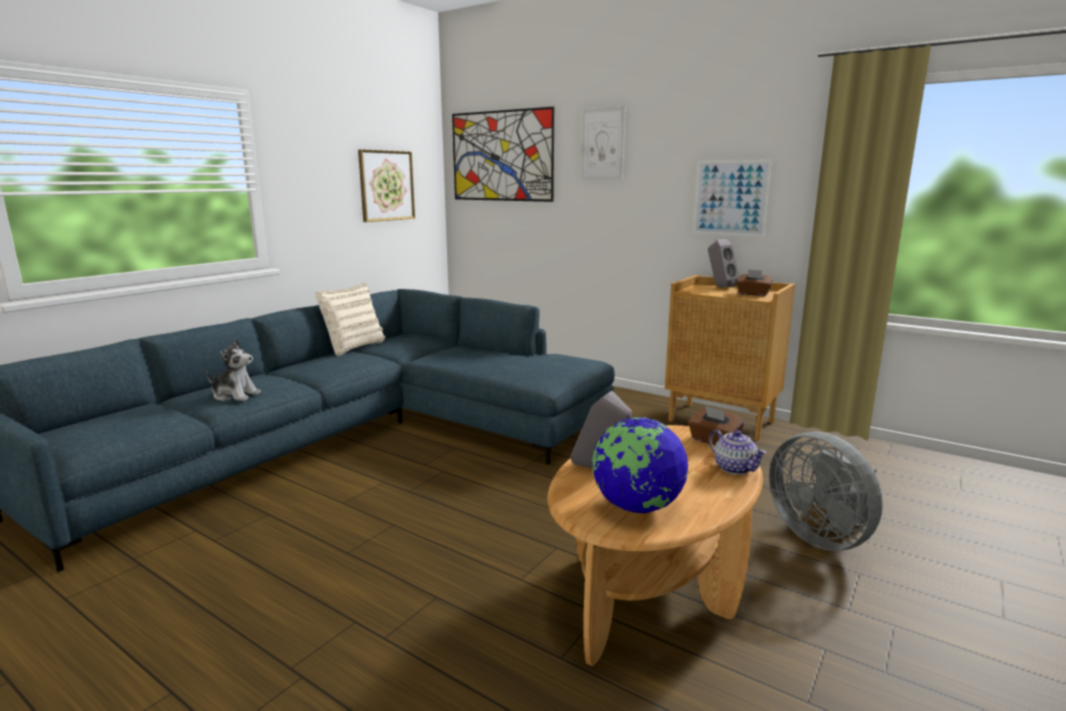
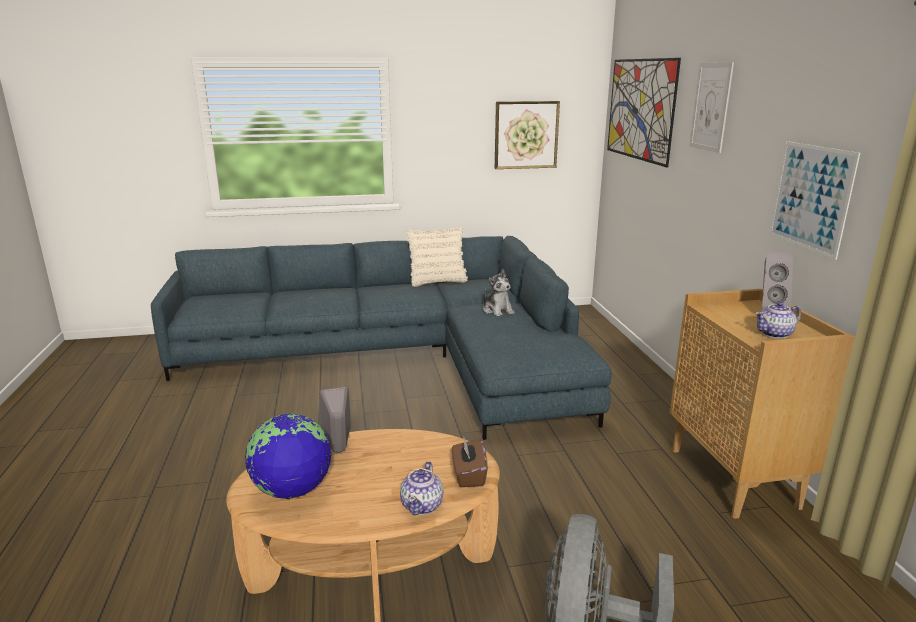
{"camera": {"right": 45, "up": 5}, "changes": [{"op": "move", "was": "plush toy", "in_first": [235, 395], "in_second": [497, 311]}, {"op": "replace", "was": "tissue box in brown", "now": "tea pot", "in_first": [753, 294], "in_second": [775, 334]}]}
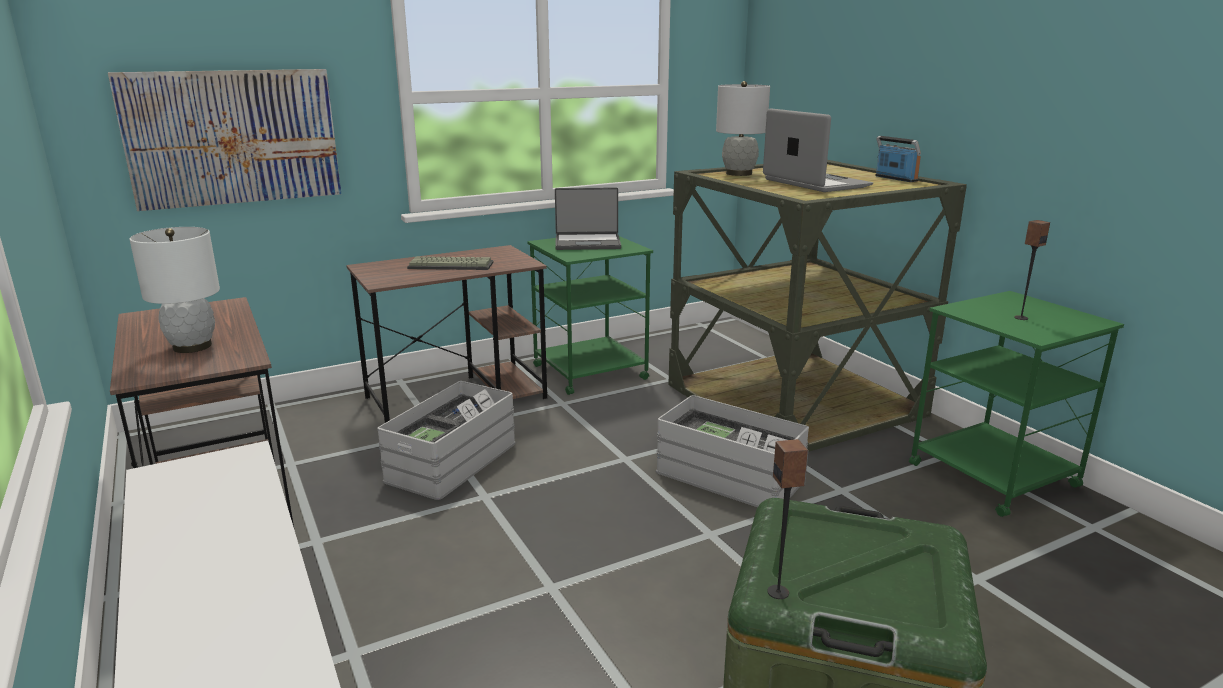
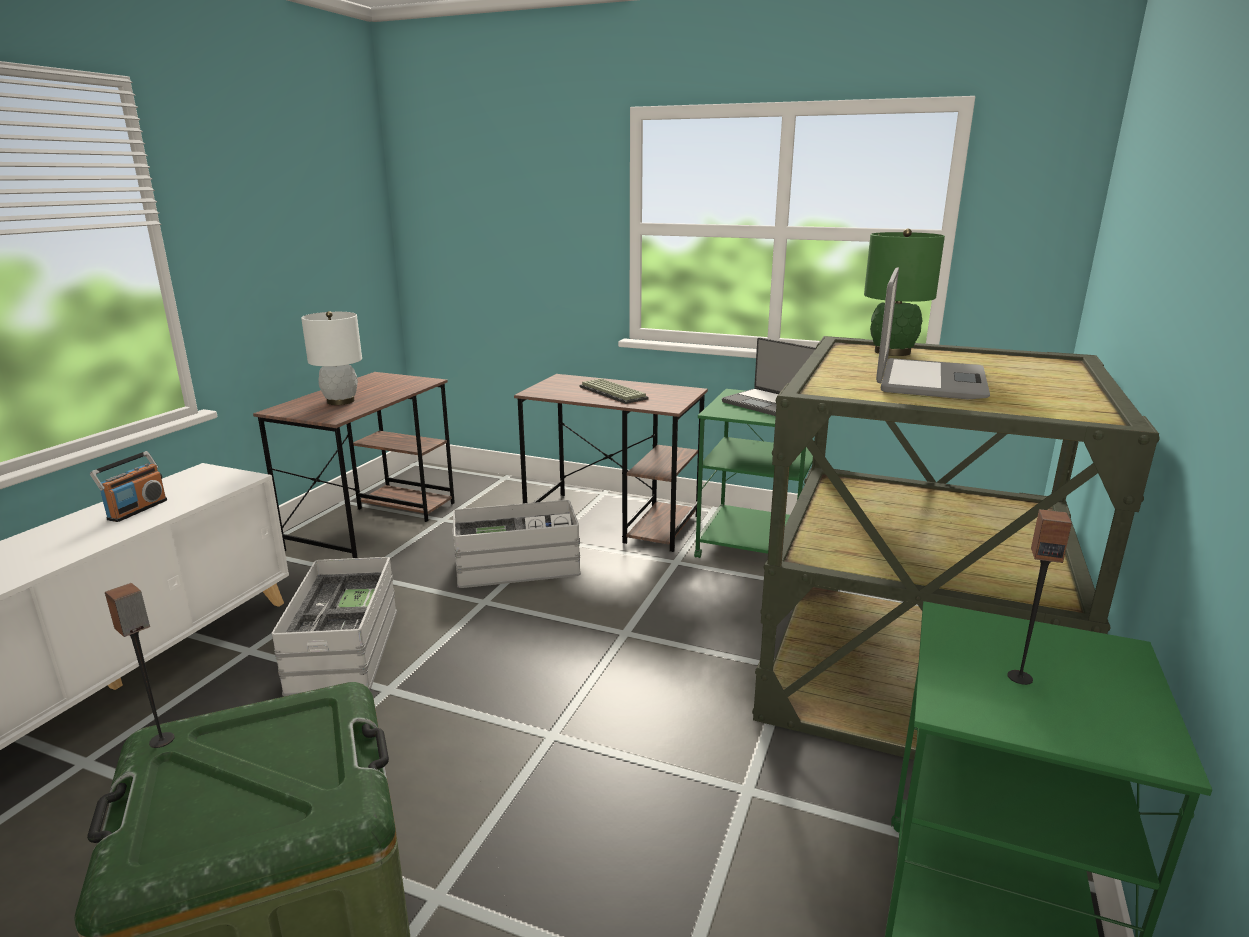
{"camera": {"right": 50, "up": 0}, "changes": [{"op": "move", "was": "radio receiver", "in_first": [895, 179], "in_second": [137, 510]}, {"op": "move", "was": "storage box in greyish", "in_first": [730, 475], "in_second": [346, 649]}, {"op": "recolor", "was": "lamp for a table in white-coloured", "now": "lamp for a table in green", "in_first": [739, 173], "in_second": [892, 352]}, {"op": "delete", "was": "wall picture", "in_first": [233, 137]}]}
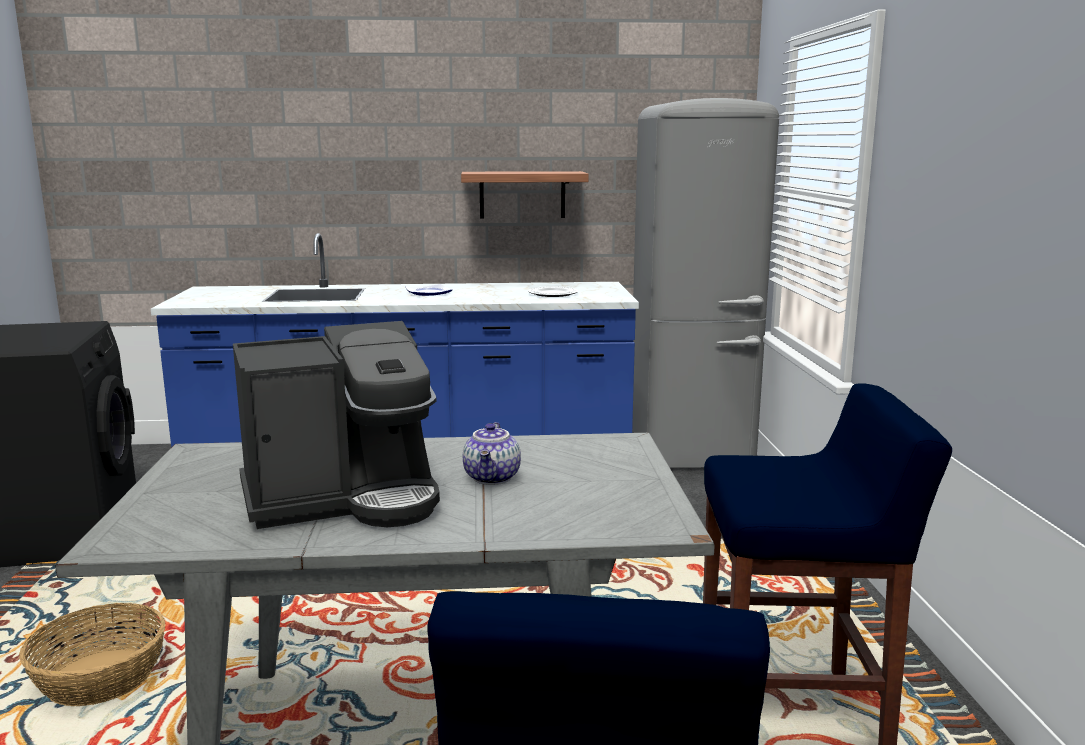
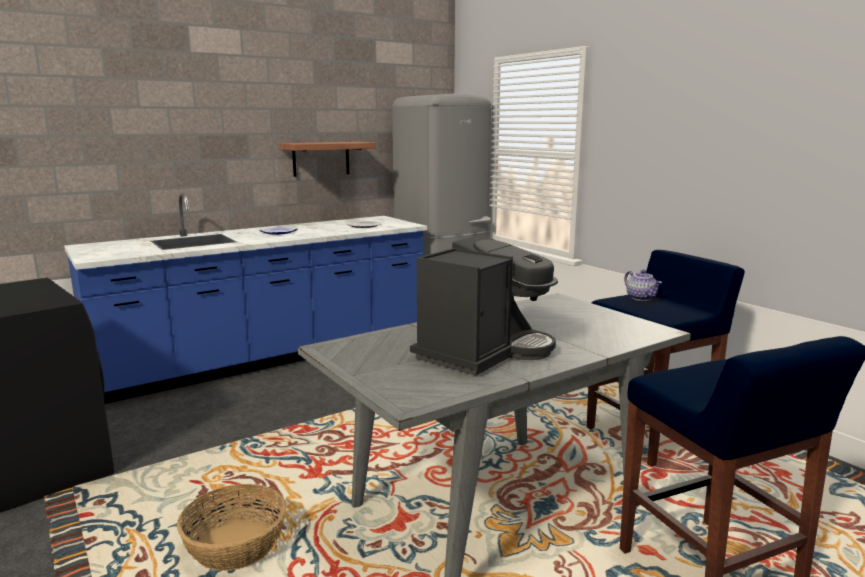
{"camera": {"right": -30, "up": 0}, "changes": [{"op": "move", "was": "tea pot", "in_first": [493, 478], "in_second": [641, 298]}]}
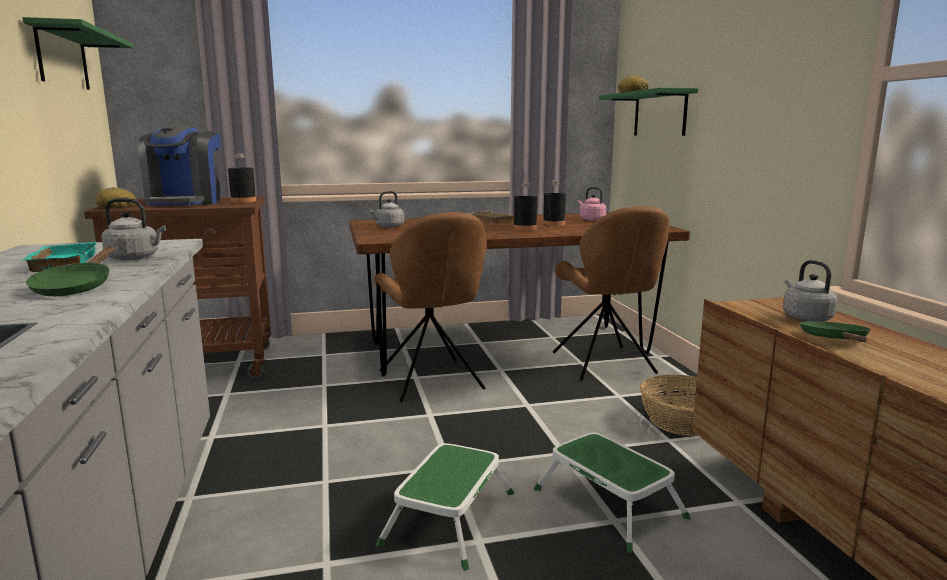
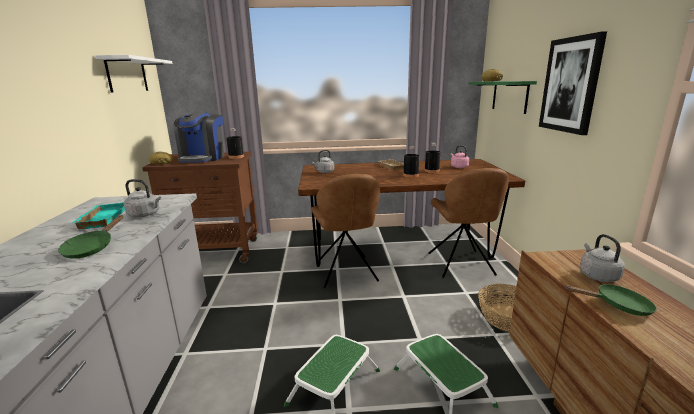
{"camera": {"right": 10, "up": 5}, "changes": [{"op": "recolor", "was": "wall shelf in green", "now": "wall shelf in white-coloured", "in_first": [62, 58], "in_second": [127, 75]}, {"op": "insert", "now": "wall picture", "in_second": [570, 85]}, {"op": "rotate", "was": "pan in green", "in_first": [835, 340], "in_second": [617, 305], "clockwise": 75}]}
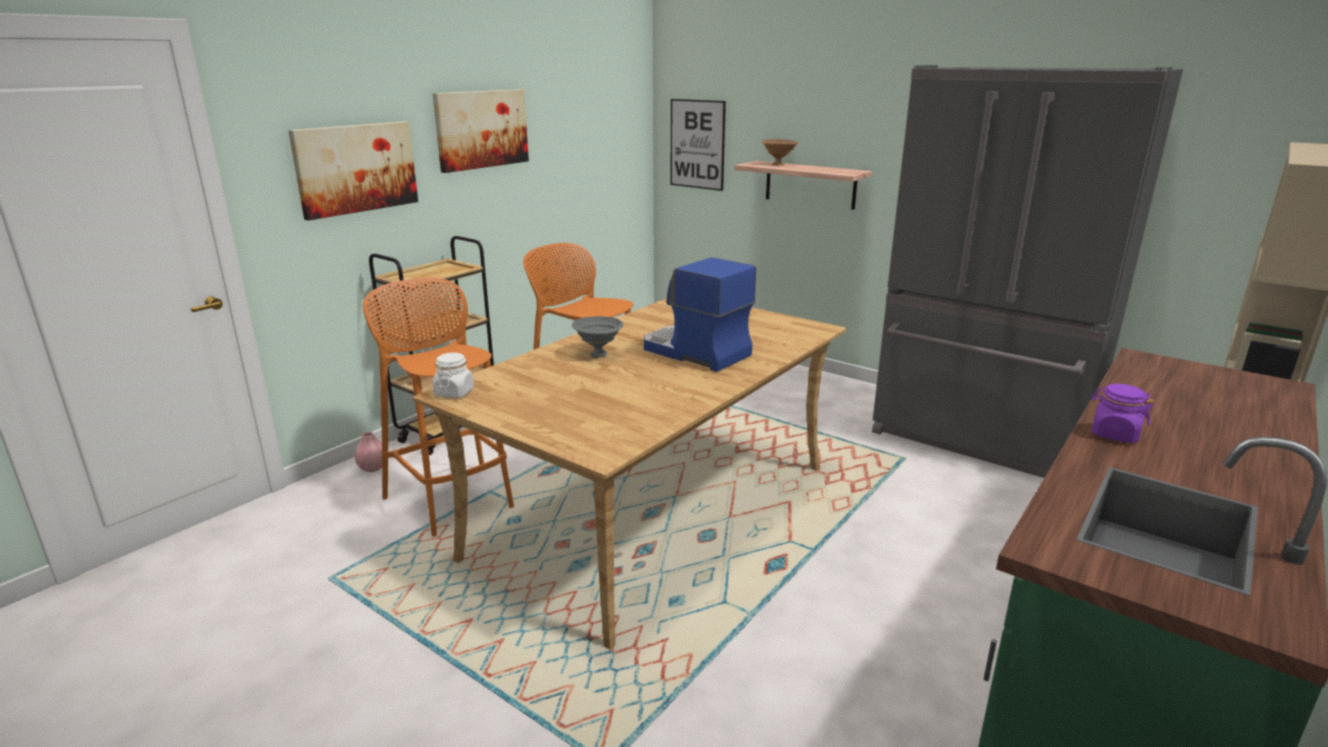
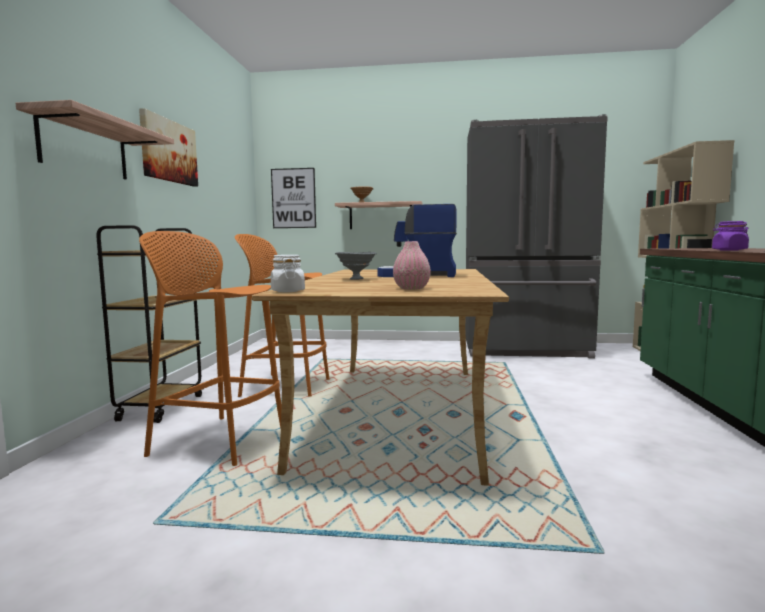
{"camera": {"right": -30, "up": -15}, "changes": [{"op": "replace", "was": "wall picture", "now": "wall shelf", "in_first": [356, 168], "in_second": [84, 148]}, {"op": "move", "was": "decorative vase in pink-coloured", "in_first": [373, 468], "in_second": [411, 288]}]}
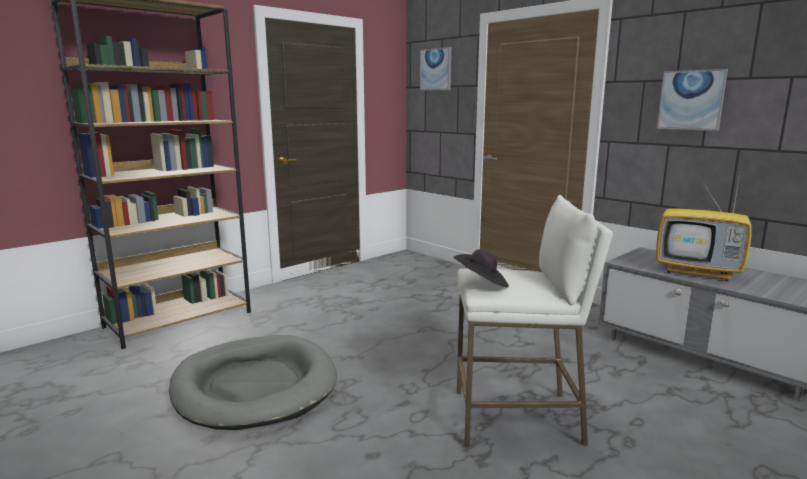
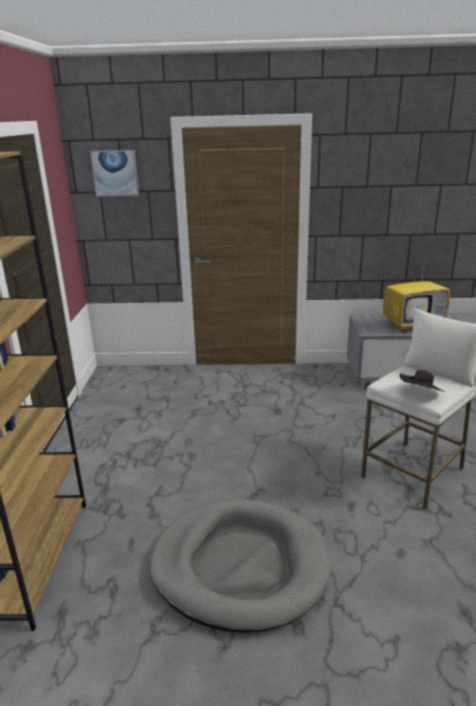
{"camera": {"right": -45, "up": 10}, "changes": [{"op": "delete", "was": "wall picture", "in_first": [691, 100]}]}
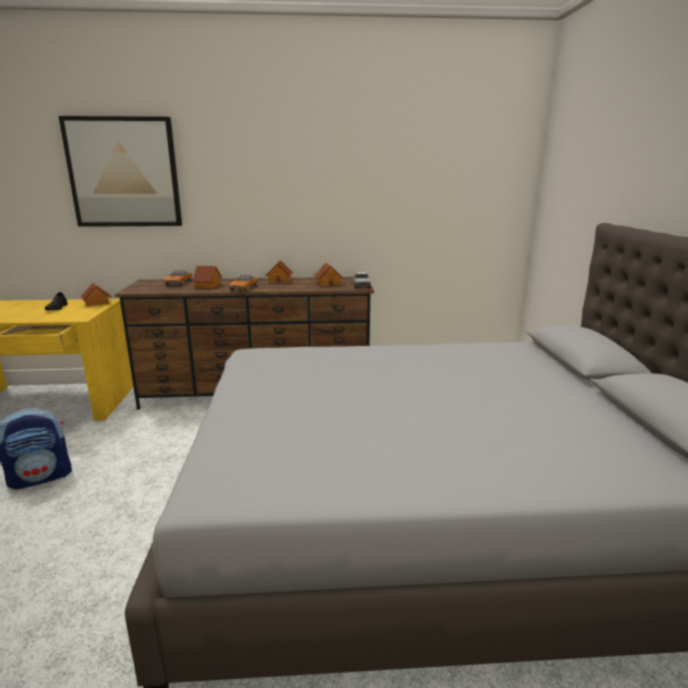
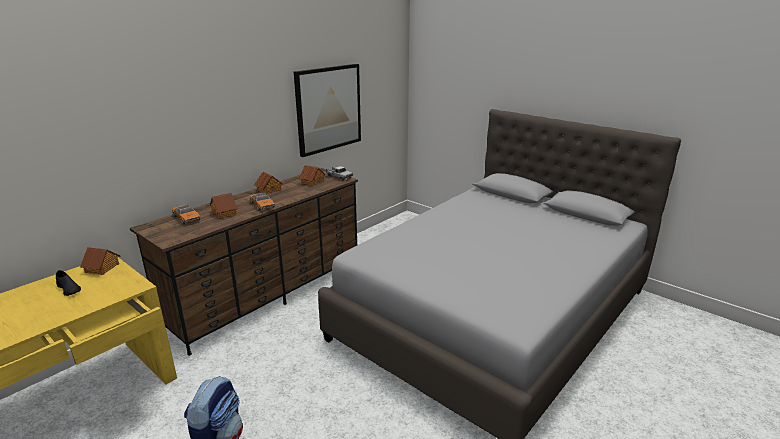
{"camera": {"right": -45, "up": 5}, "changes": [{"op": "move", "was": "wall picture", "in_first": [124, 173], "in_second": [328, 109]}]}
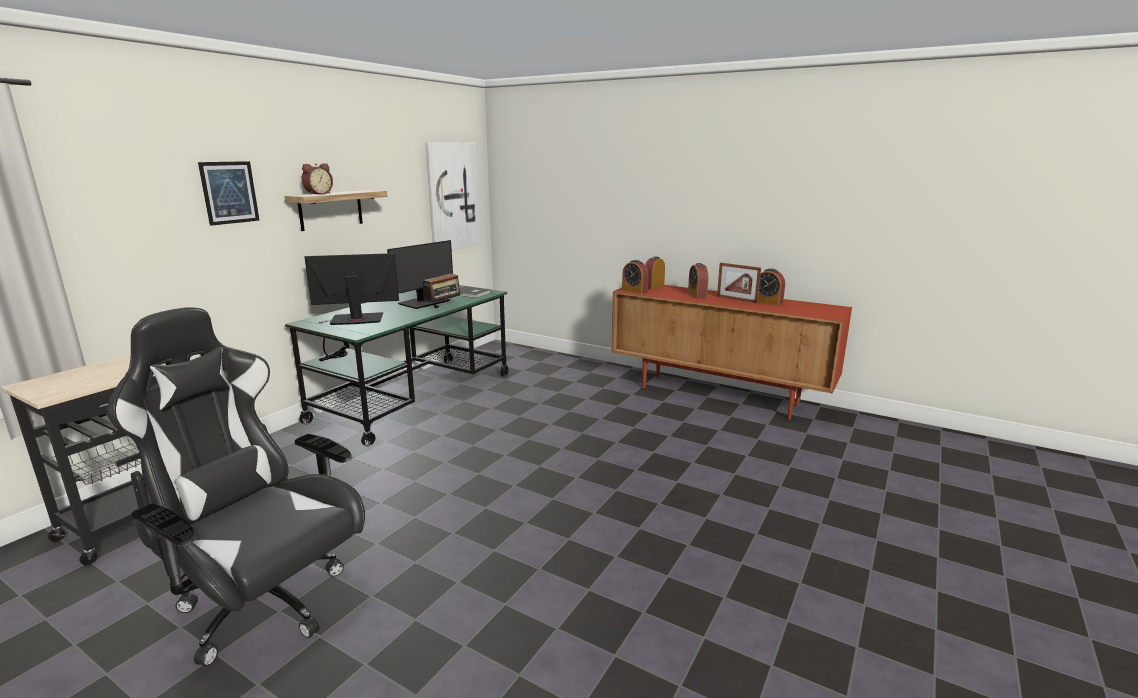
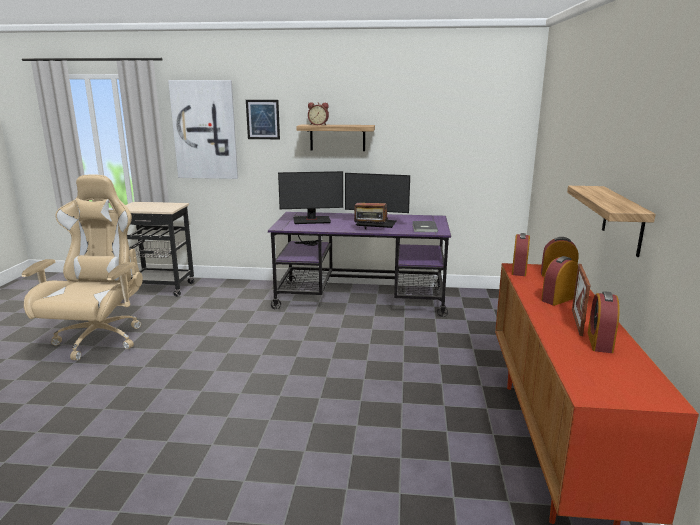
{"camera": {"right": 65, "up": 0}, "changes": [{"op": "recolor", "was": "desk chair in blackish", "now": "desk chair in beige", "in_first": [270, 608], "in_second": [96, 343]}, {"op": "move", "was": "wall picture", "in_first": [452, 196], "in_second": [205, 130]}, {"op": "recolor", "was": "desk table in green", "now": "desk table in purplish", "in_first": [414, 397], "in_second": [360, 298]}, {"op": "rotate", "was": "computer display", "in_first": [357, 319], "in_second": [311, 220], "clockwise": 120}, {"op": "insert", "now": "wall shelf", "in_second": [623, 220]}]}
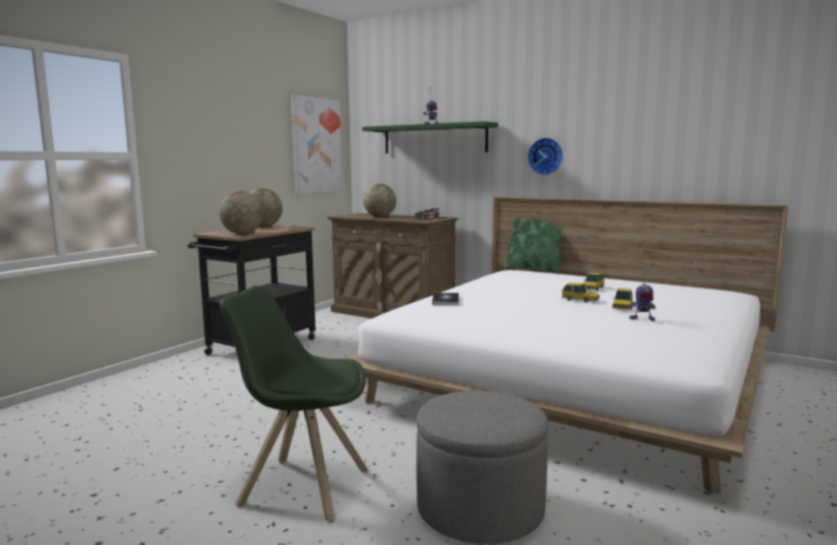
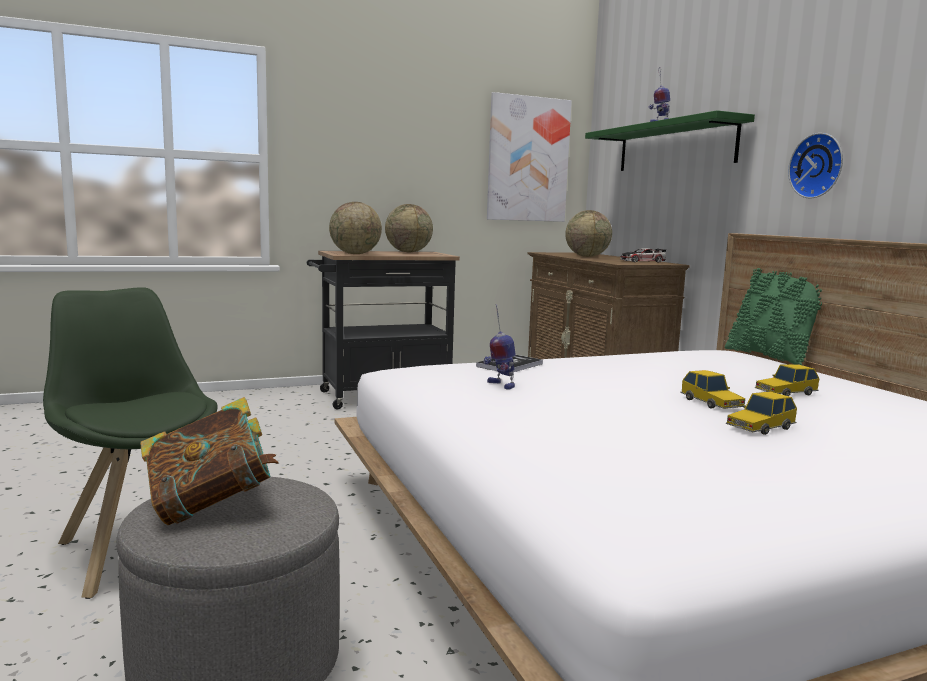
{"camera": {"right": 35, "up": 0}, "changes": [{"op": "insert", "now": "book", "in_second": [210, 506]}, {"op": "move", "was": "model robot", "in_first": [641, 319], "in_second": [500, 385]}]}
